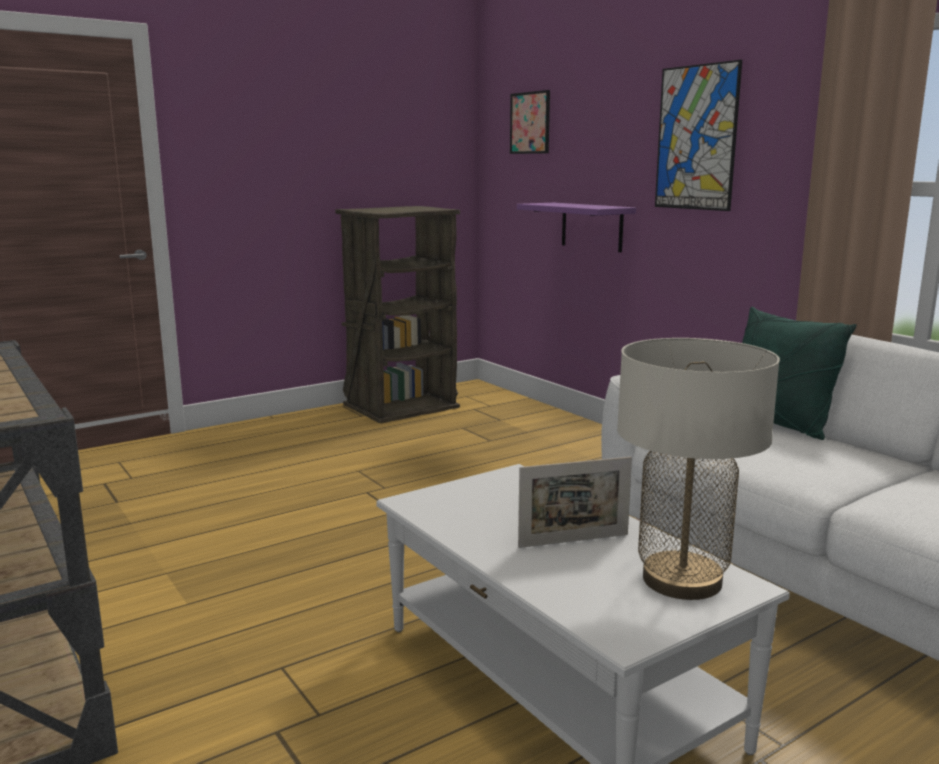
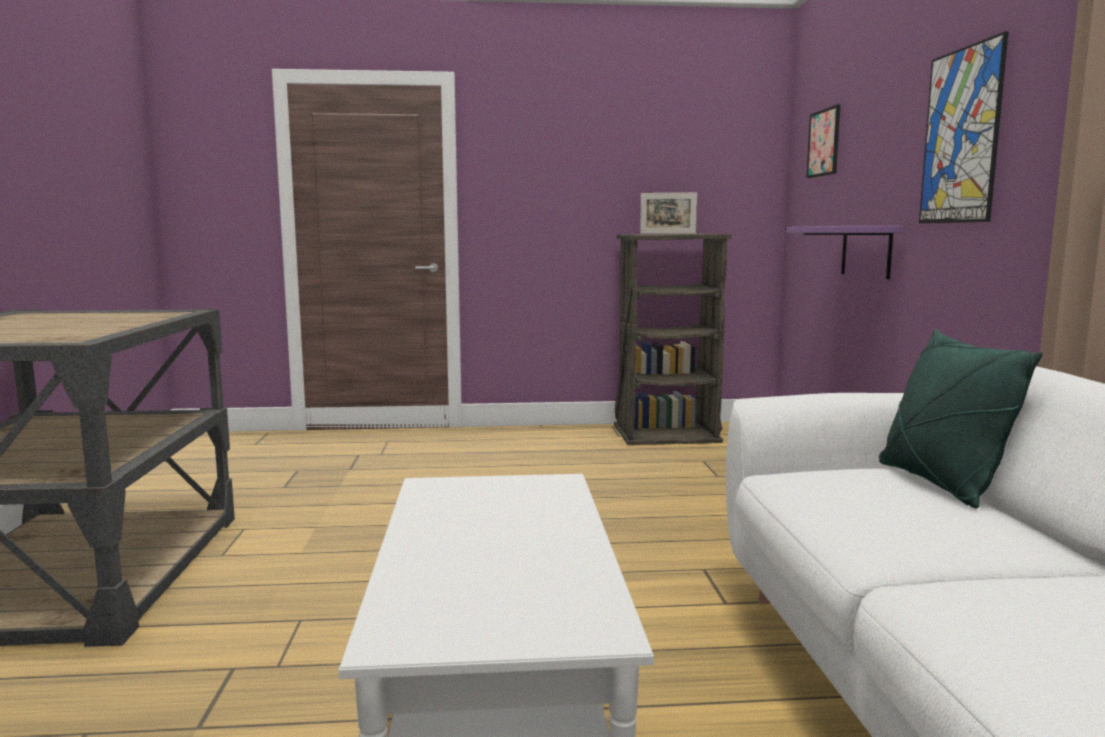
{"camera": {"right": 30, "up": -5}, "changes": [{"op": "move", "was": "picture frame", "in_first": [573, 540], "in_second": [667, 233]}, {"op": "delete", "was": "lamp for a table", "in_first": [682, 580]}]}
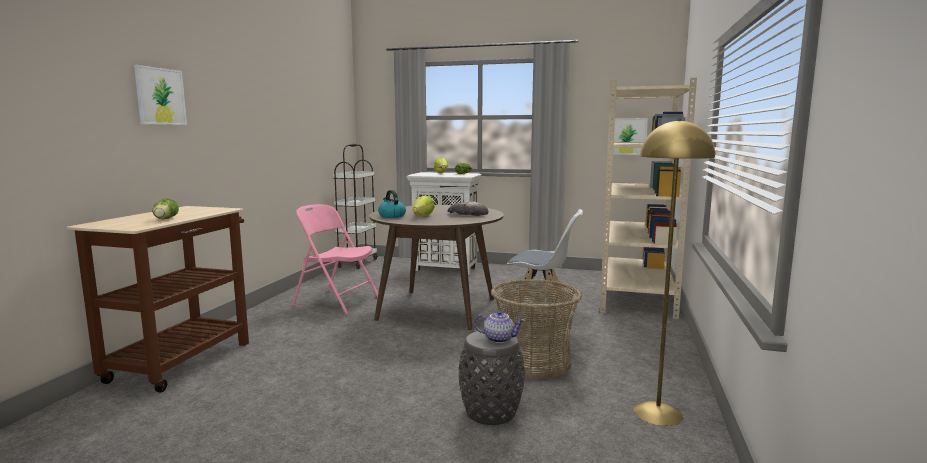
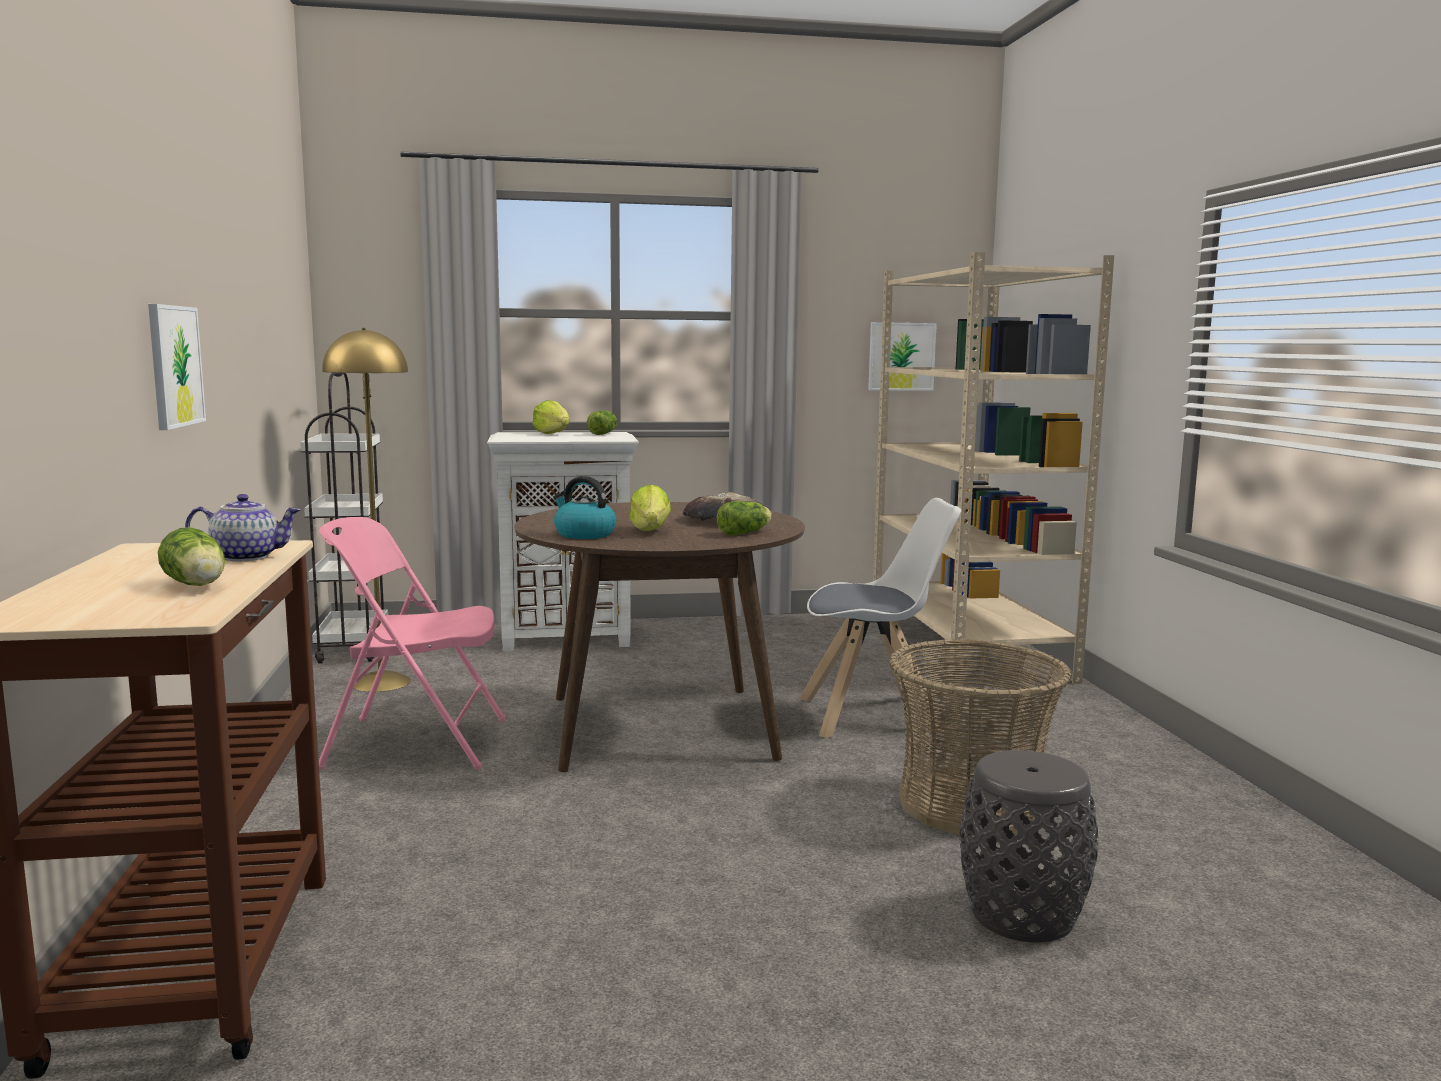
{"camera": {"right": -25, "up": 0}, "changes": [{"op": "move", "was": "wall picture", "in_first": [160, 96], "in_second": [174, 366]}, {"op": "move", "was": "tea pot", "in_first": [499, 339], "in_second": [247, 557]}, {"op": "move", "was": "standing lamp in yellowish", "in_first": [658, 413], "in_second": [381, 682]}, {"op": "insert", "now": "lettuce", "in_second": [746, 533]}]}
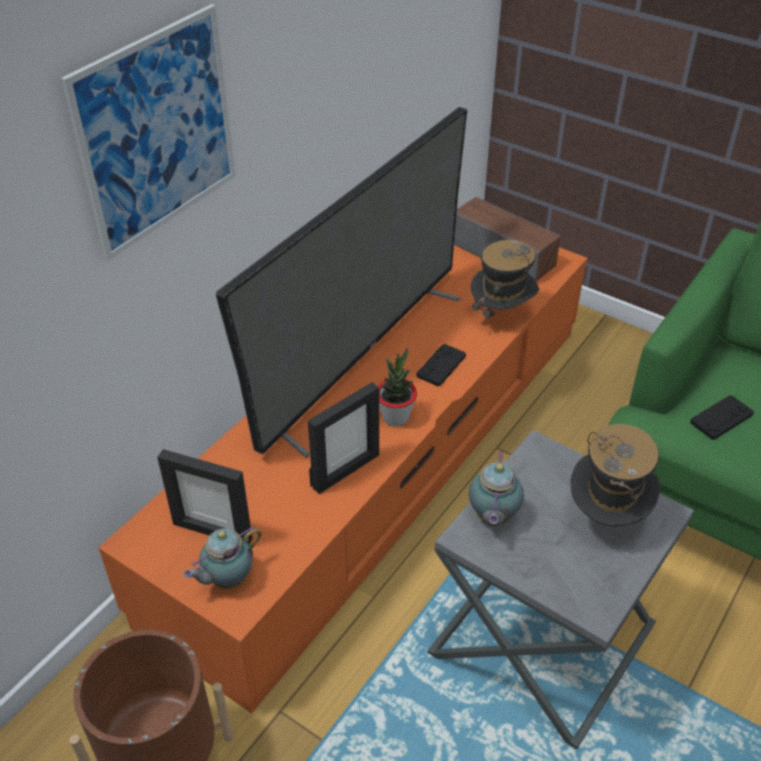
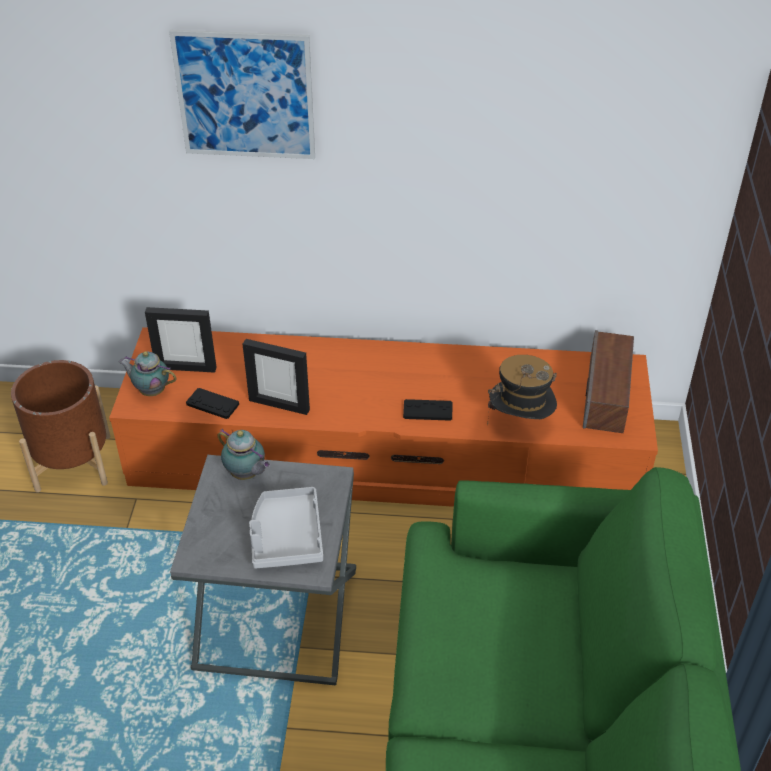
{"camera": {"right": 60, "up": 0}, "changes": [{"op": "rotate", "was": "picture frame", "in_first": [213, 530], "in_second": [186, 367], "clockwise": -75}, {"op": "move", "was": "joypad in blackish", "in_first": [721, 418], "in_second": [212, 404]}, {"op": "rotate", "was": "tea pot", "in_first": [492, 518], "in_second": [246, 475], "clockwise": -120}, {"op": "replace", "was": "hat", "now": "carrying tray in greyish", "in_first": [606, 518], "in_second": [286, 536]}, {"op": "delete", "was": "TV", "in_first": [361, 360]}, {"op": "delete", "was": "plant in a pot", "in_first": [395, 417]}]}
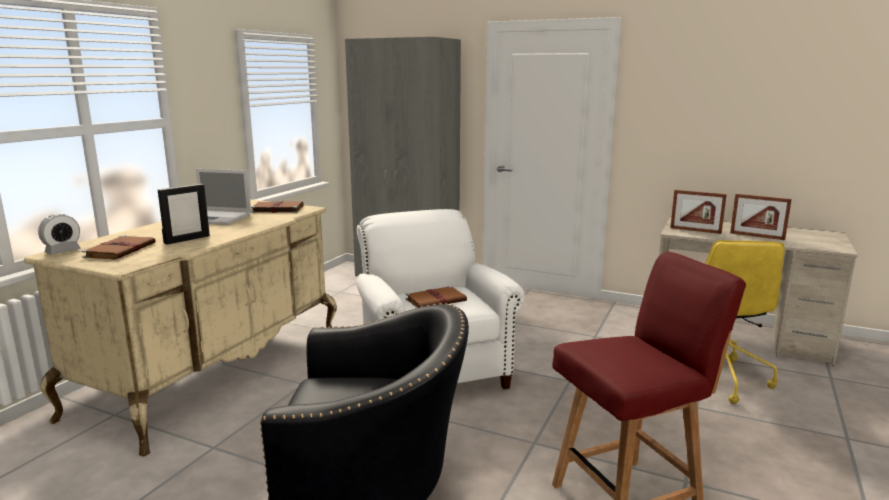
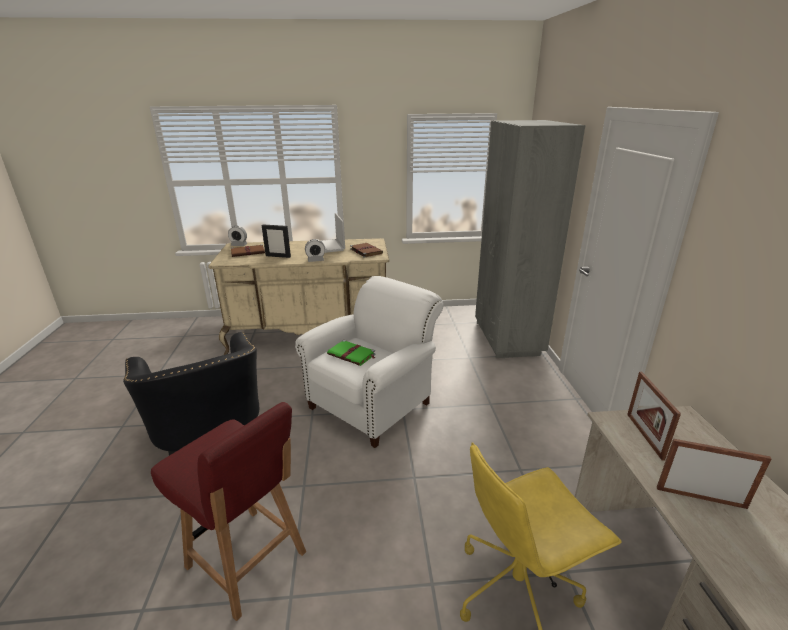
{"camera": {"right": 60, "up": 10}, "changes": [{"op": "insert", "now": "bedside clock", "in_second": [315, 260]}, {"op": "recolor", "was": "book in brown", "now": "book in green", "in_first": [436, 300], "in_second": [352, 354]}, {"op": "rotate", "was": "picture frame", "in_first": [757, 236], "in_second": [700, 497], "clockwise": 105}]}
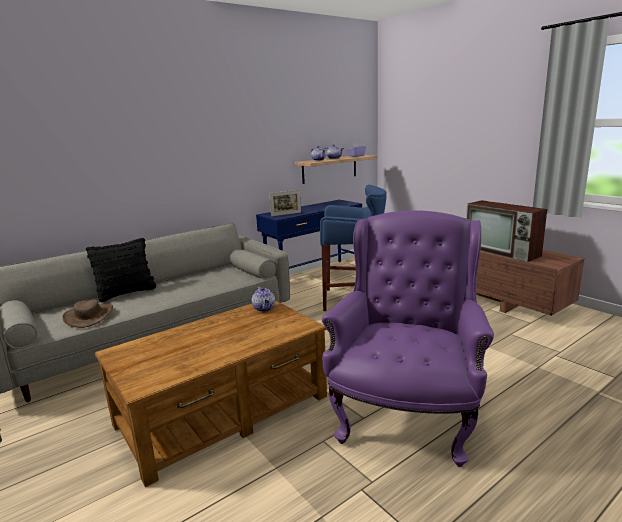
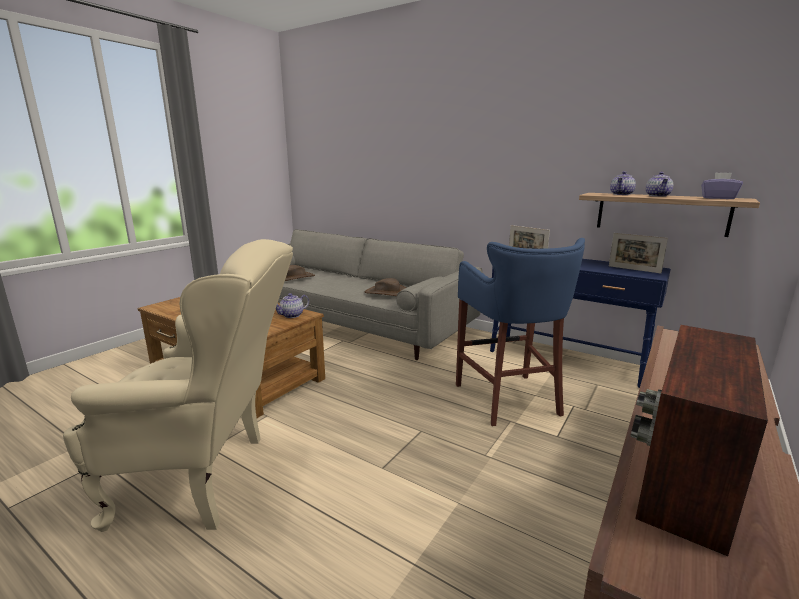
{"camera": {"right": 70, "up": 0}, "changes": [{"op": "recolor", "was": "lounge chair in purplish", "now": "lounge chair in beige", "in_first": [405, 415], "in_second": [209, 478]}, {"op": "insert", "now": "hat in brown", "in_second": [387, 293]}, {"op": "insert", "now": "picture frame", "in_second": [634, 269]}, {"op": "delete", "was": "cushion in blackish", "in_first": [126, 293]}]}
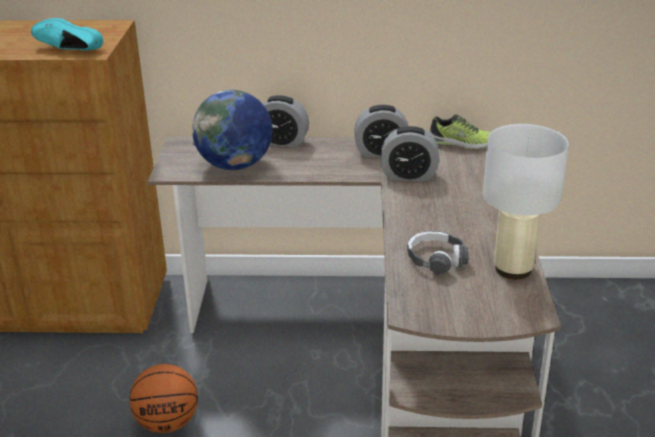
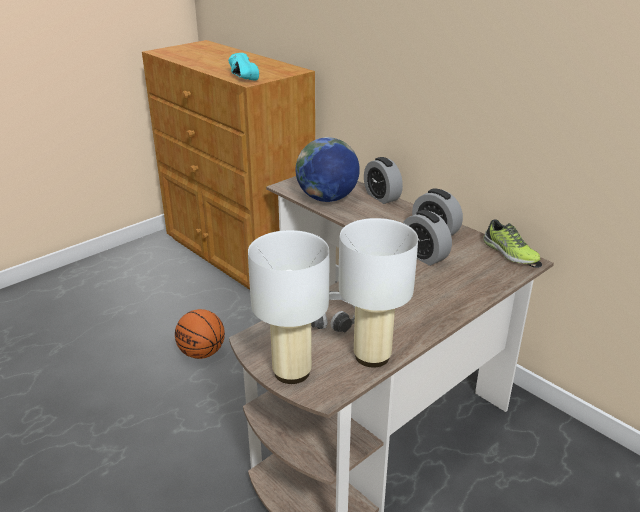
{"camera": {"right": 45, "up": 0}, "changes": [{"op": "insert", "now": "lamp for a table in white-coloured", "in_second": [292, 372]}]}
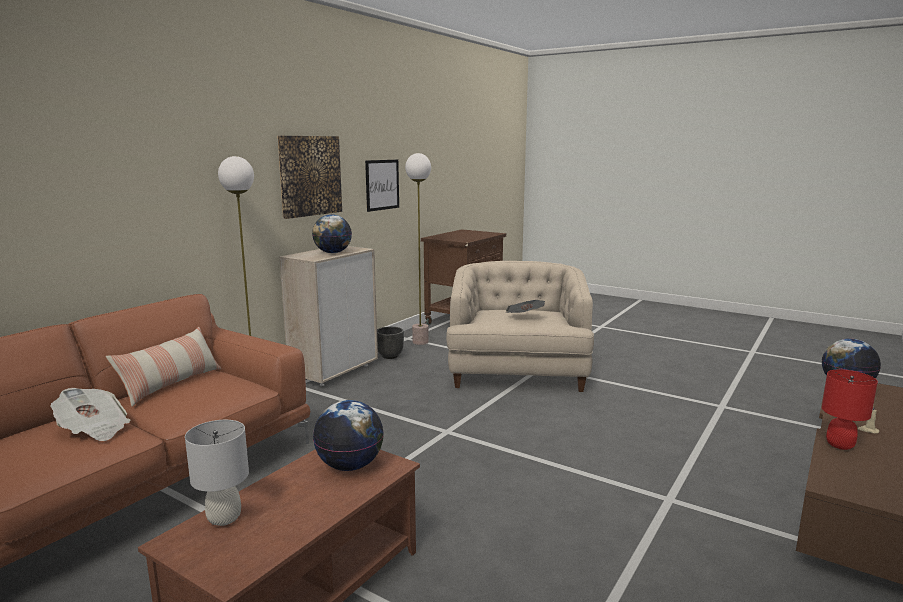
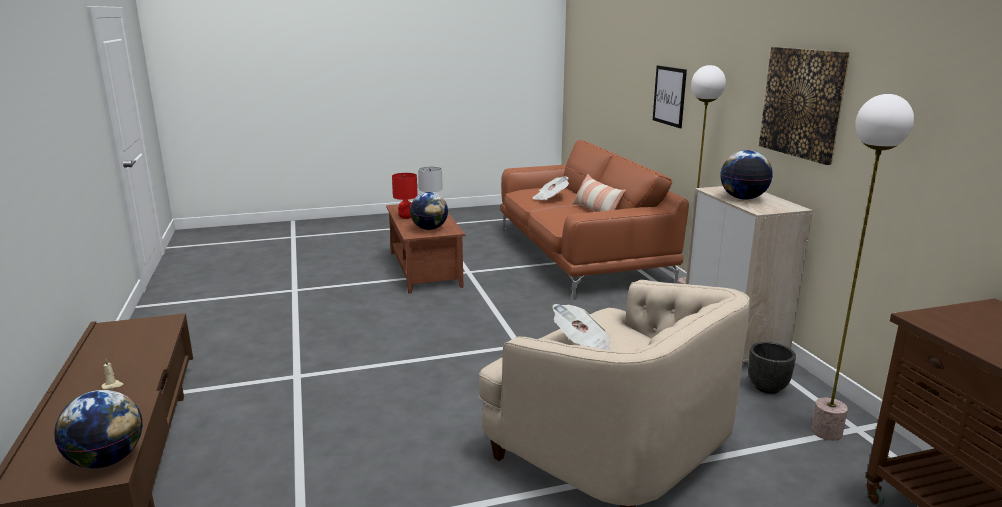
{"camera": {"right": 130, "up": 5}, "changes": [{"op": "move", "was": "lamp for a table in red-coloured", "in_first": [841, 446], "in_second": [405, 217]}, {"op": "move", "was": "wall picture", "in_first": [382, 185], "in_second": [669, 96]}]}
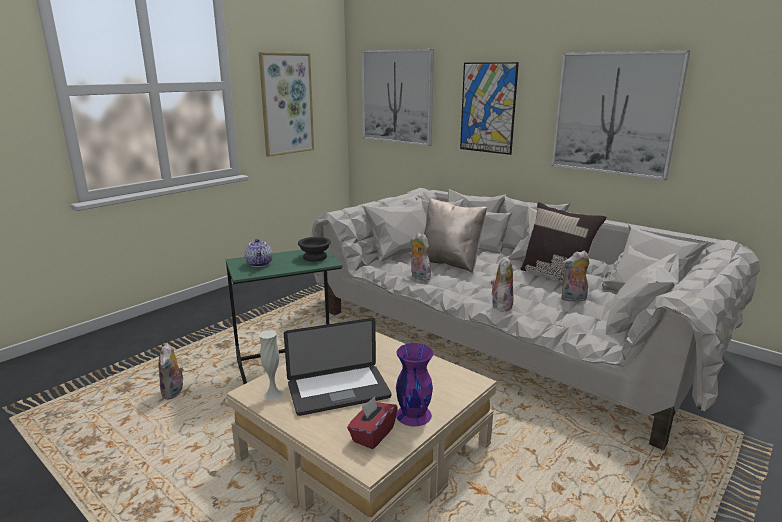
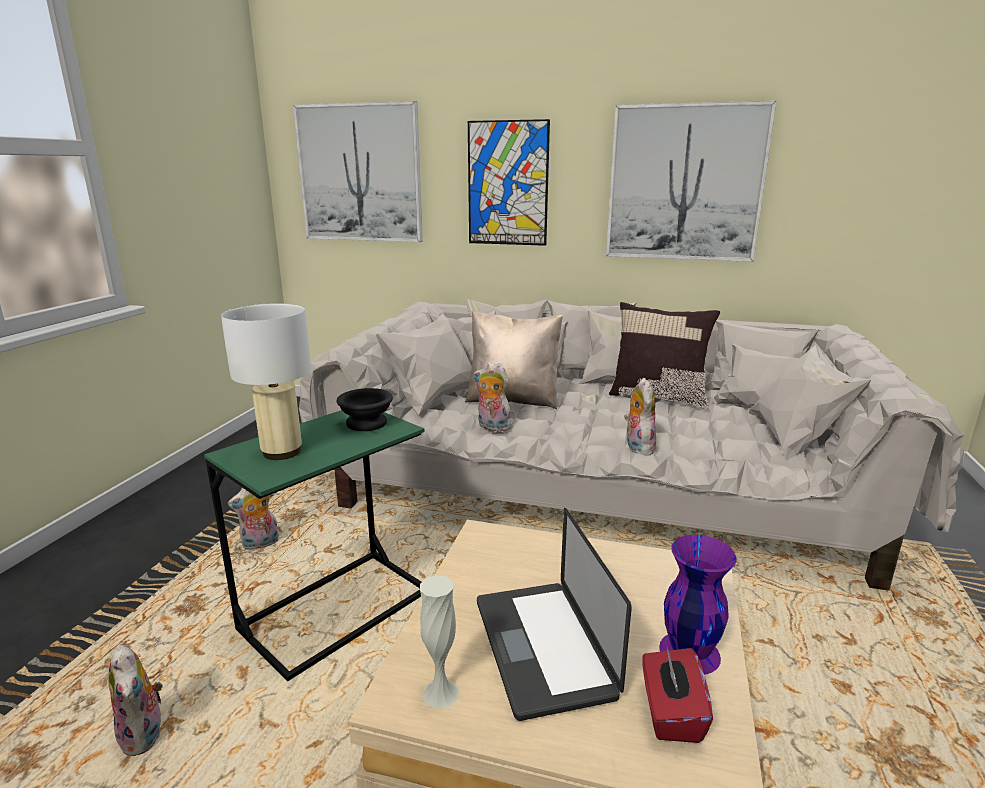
{"camera": {"right": -25, "up": 0}, "changes": [{"op": "replace", "was": "tea pot", "now": "lamp for a table in white-coloured", "in_first": [260, 264], "in_second": [282, 451]}, {"op": "move", "was": "plush toy", "in_first": [573, 299], "in_second": [260, 544]}, {"op": "rotate", "was": "laptop", "in_first": [338, 391], "in_second": [542, 647], "clockwise": 120}, {"op": "delete", "was": "wall picture", "in_first": [286, 104]}]}
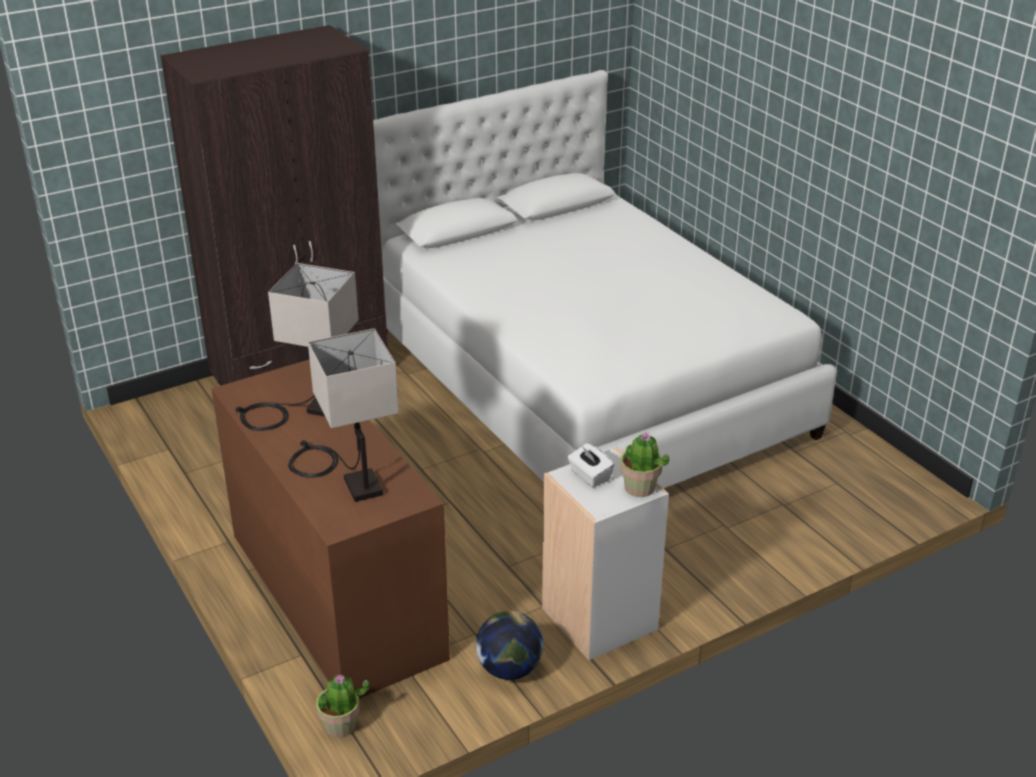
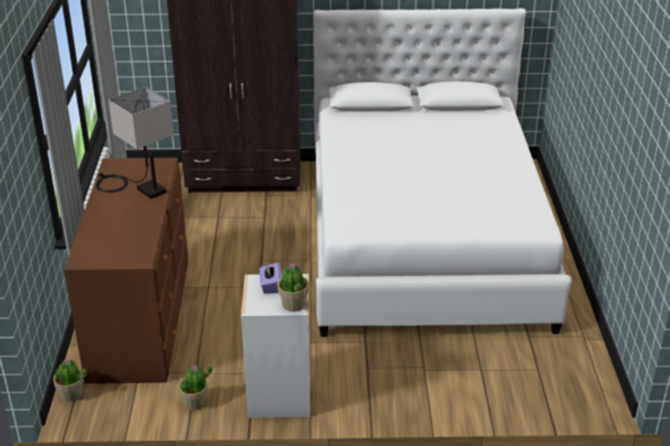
{"camera": {"right": 30, "up": 0}, "changes": [{"op": "replace", "was": "globe", "now": "plant in a pot", "in_first": [509, 669], "in_second": [195, 402]}, {"op": "recolor", "was": "tissue box in white-coloured", "now": "tissue box in purplish", "in_first": [589, 476], "in_second": [270, 286]}, {"op": "delete", "was": "lamp for a table", "in_first": [343, 475]}]}
